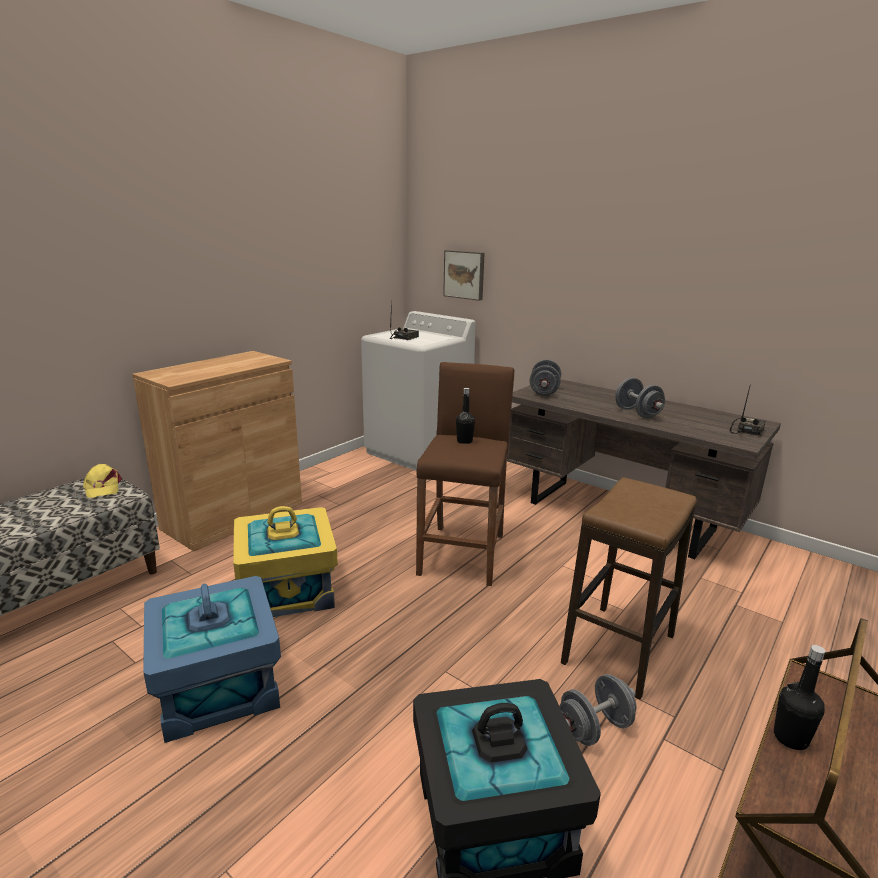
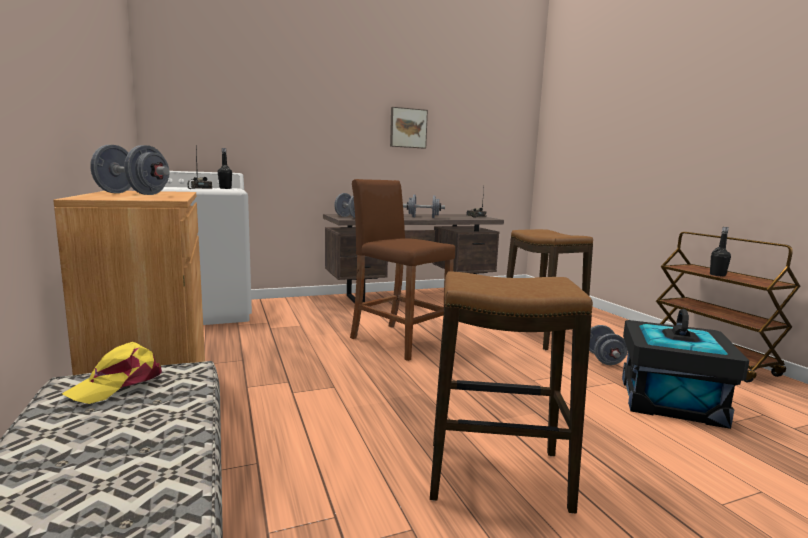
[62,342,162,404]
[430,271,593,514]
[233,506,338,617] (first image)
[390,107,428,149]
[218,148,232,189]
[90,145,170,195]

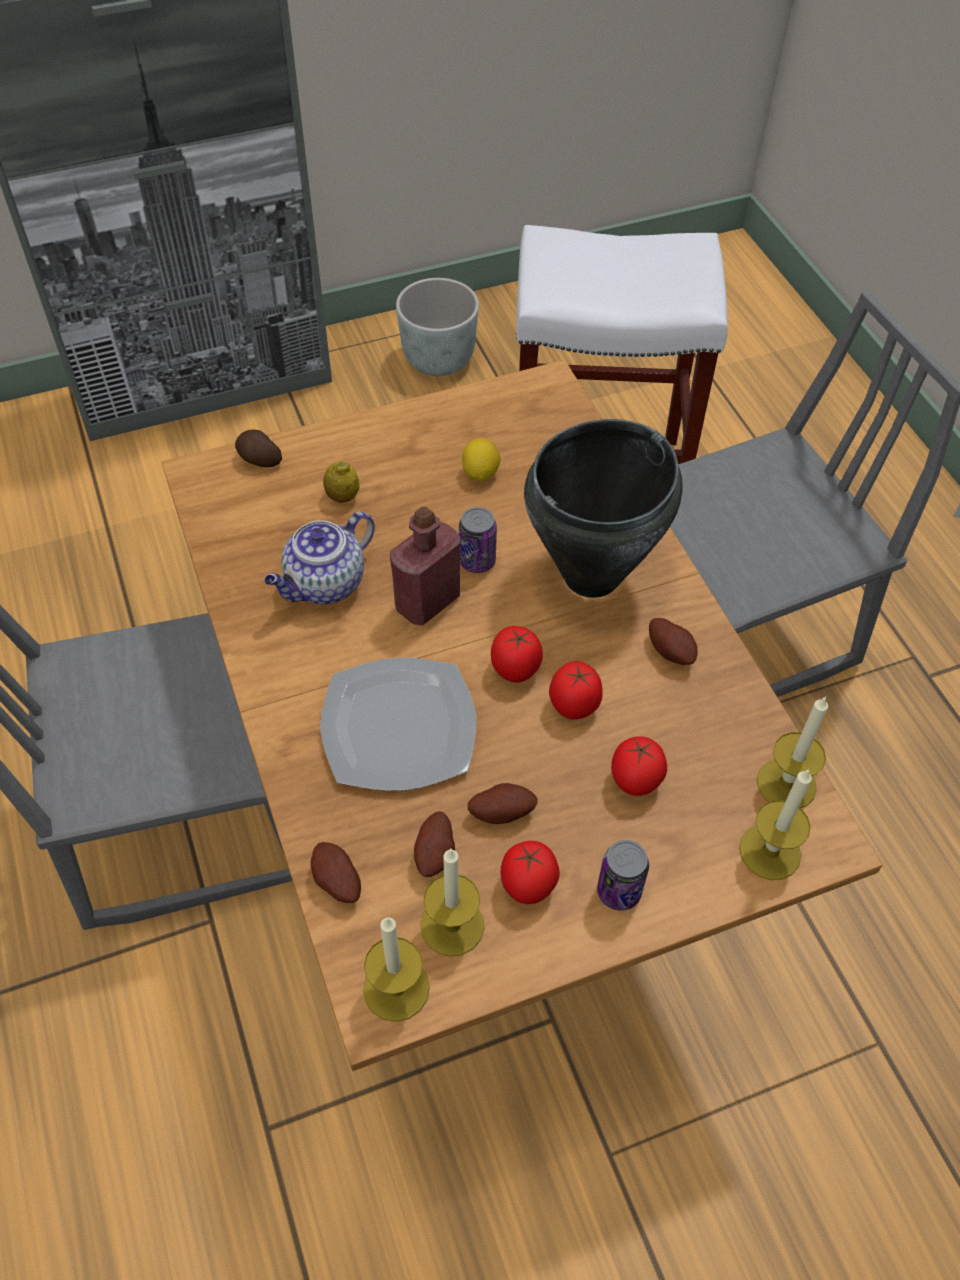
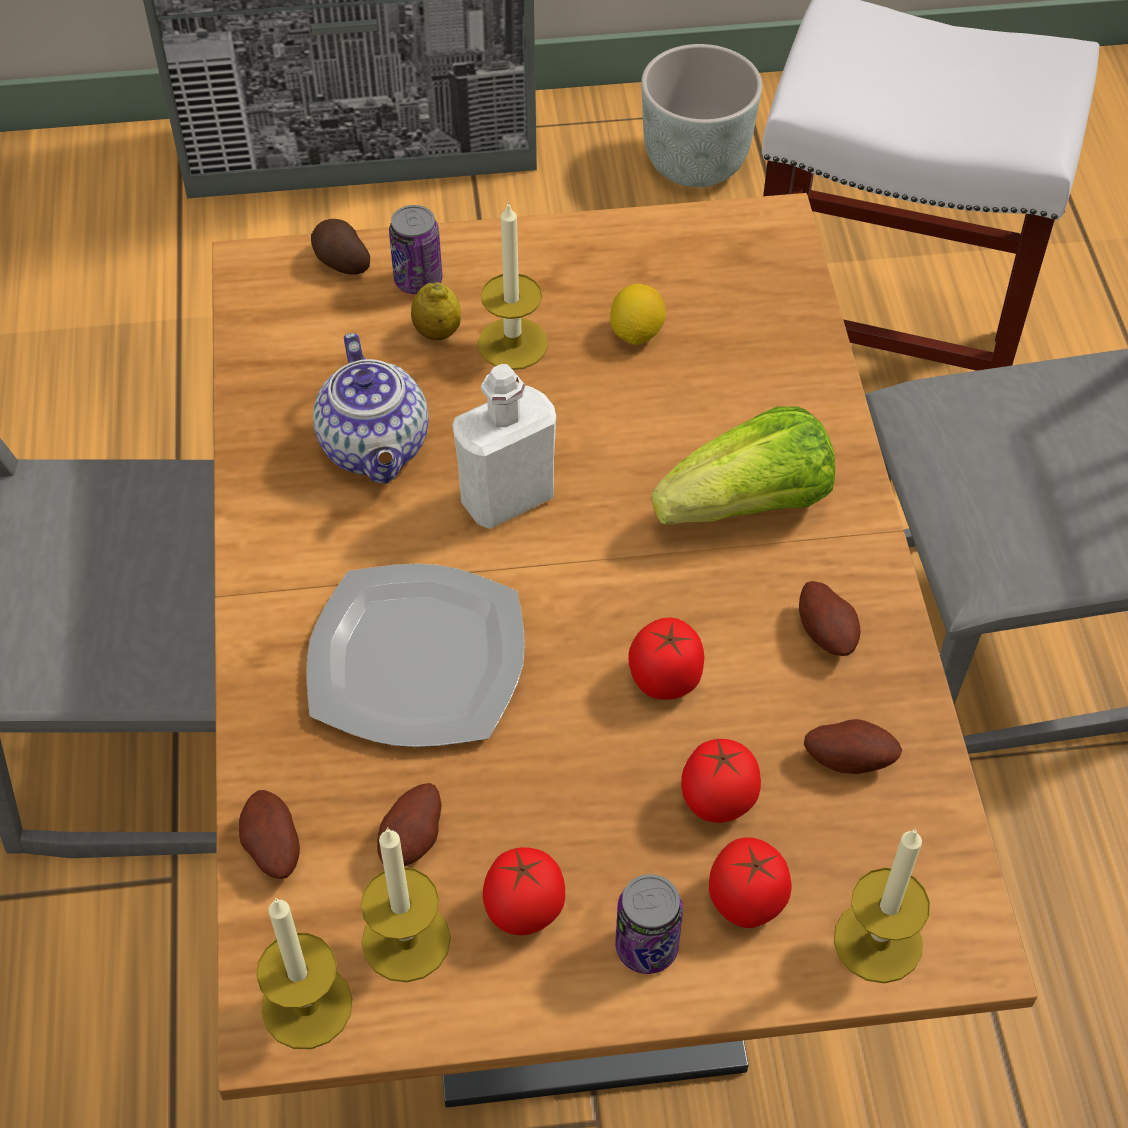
[313,333,429,484]
[453,364,556,529]
[389,205,443,295]
[804,719,902,774]
[709,837,792,928]
[652,406,835,524]
[478,201,548,370]

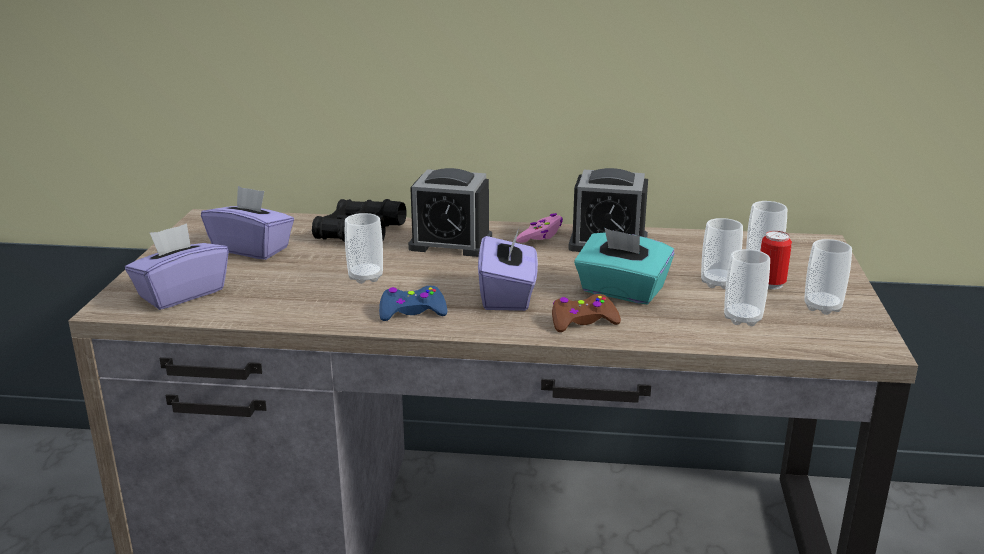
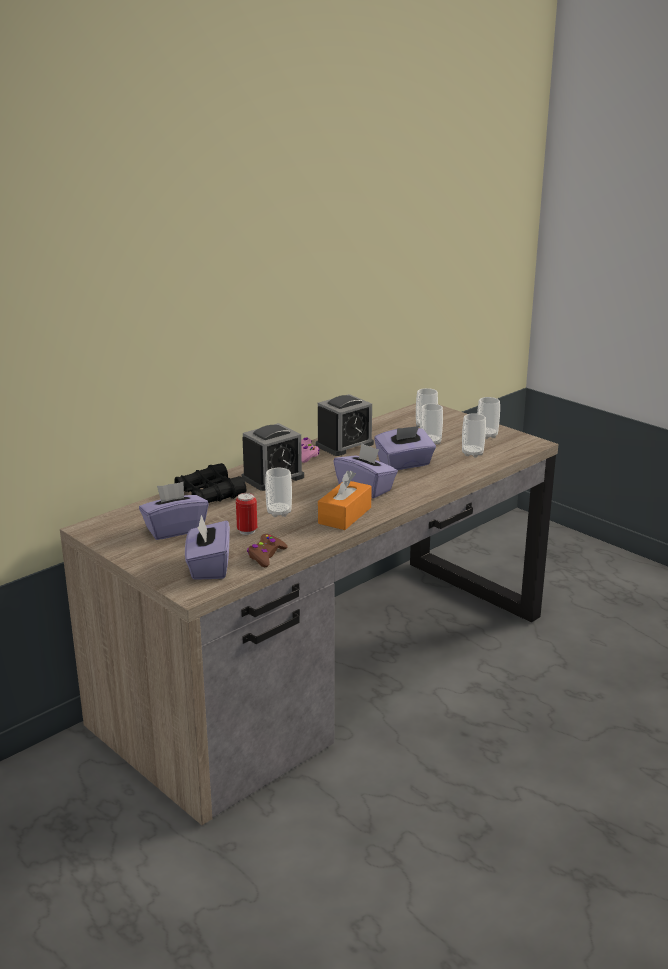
[318,471,372,530]
[247,534,288,567]
[374,426,436,470]
[236,493,257,535]

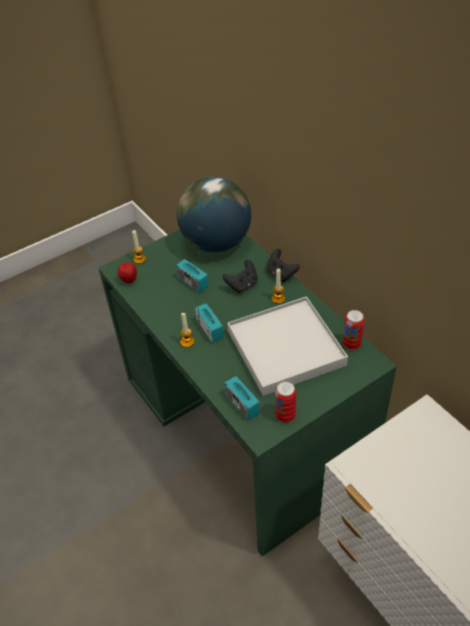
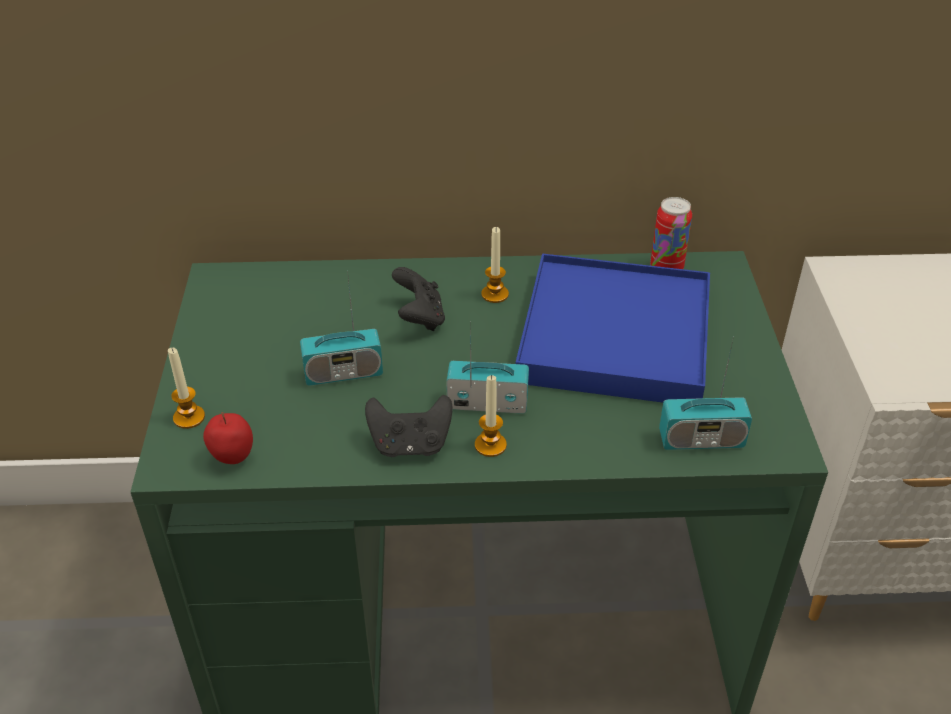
[177,177,251,252] (first image)
[516,254,710,403]
[365,395,453,457]
[275,381,296,423] (first image)

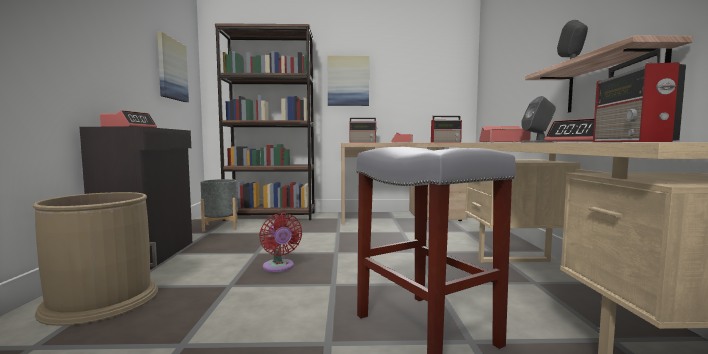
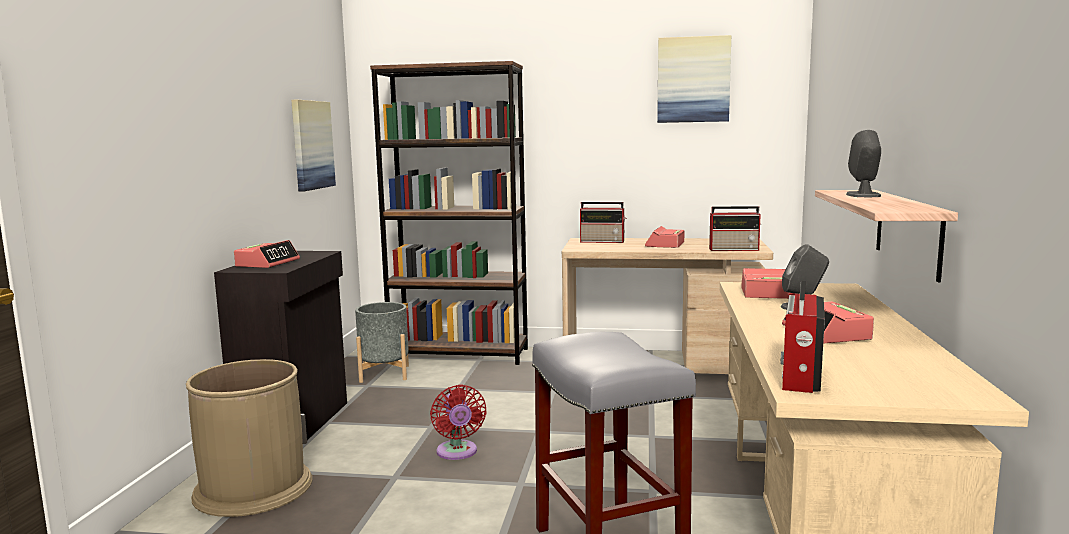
[657,35,731,123]

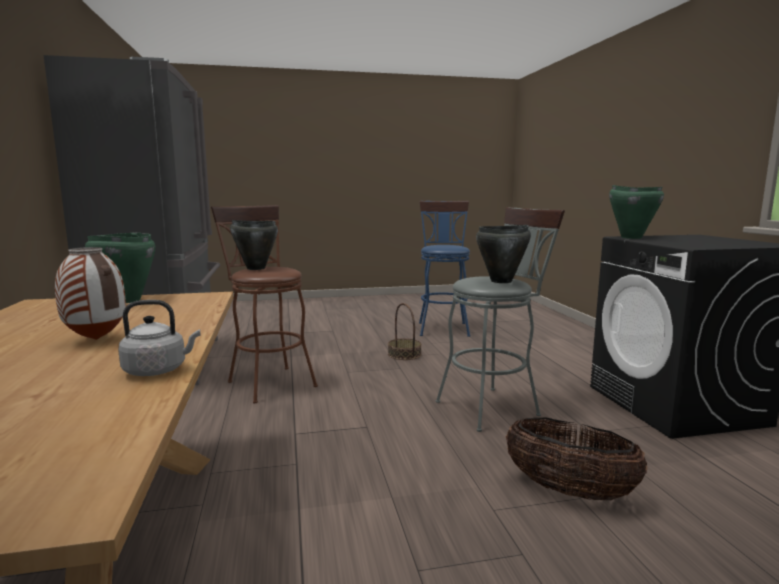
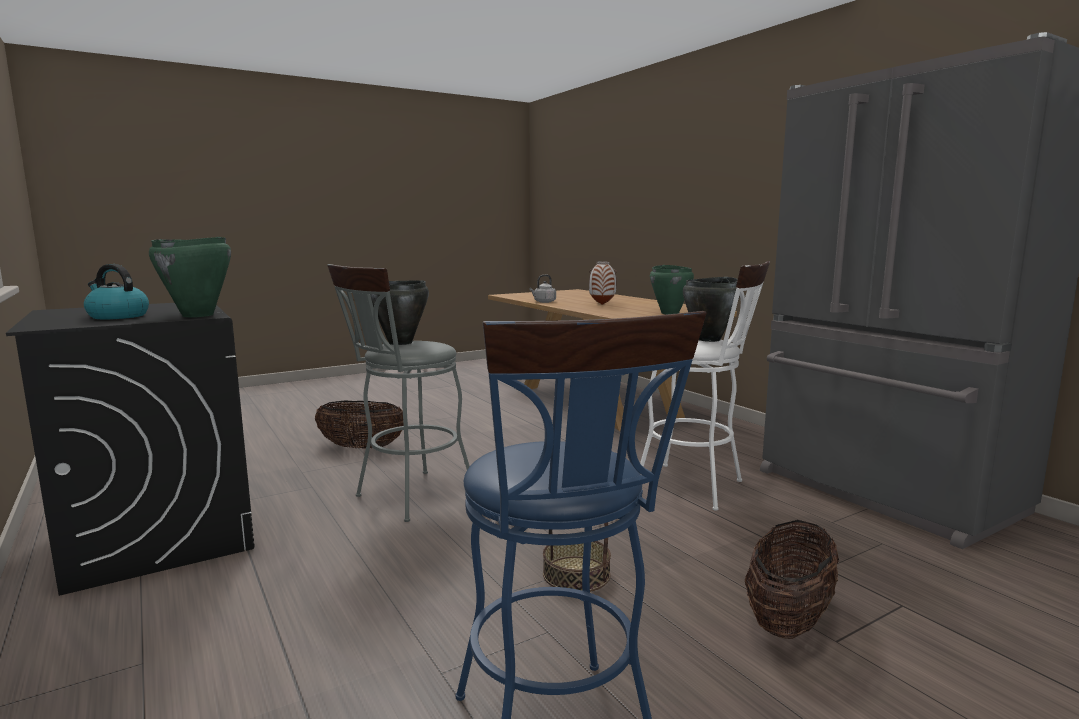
[640,261,770,511]
[84,264,149,319]
[745,520,839,639]

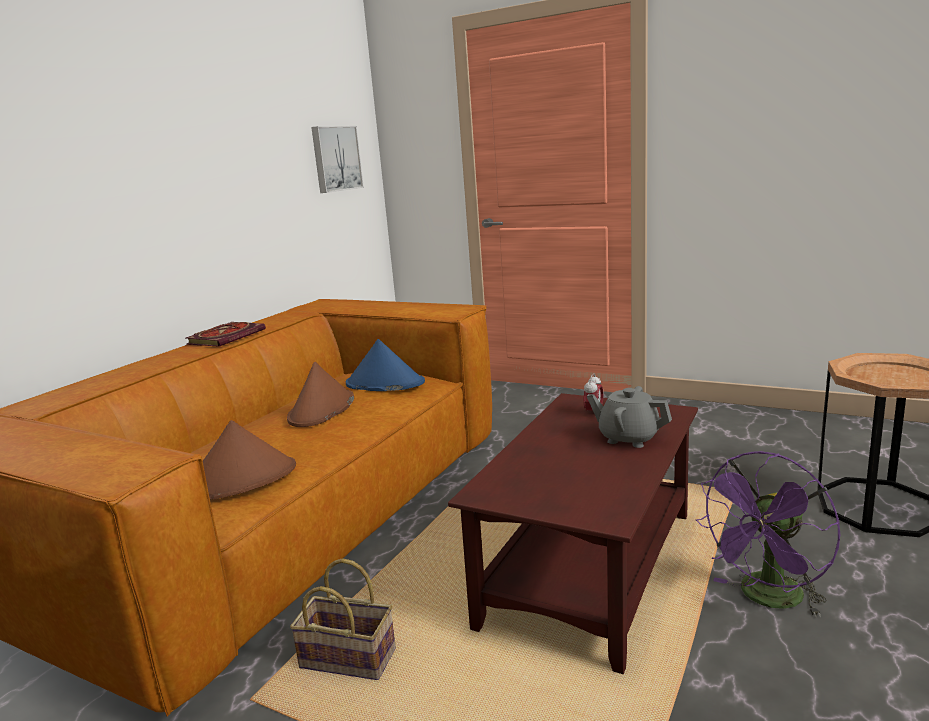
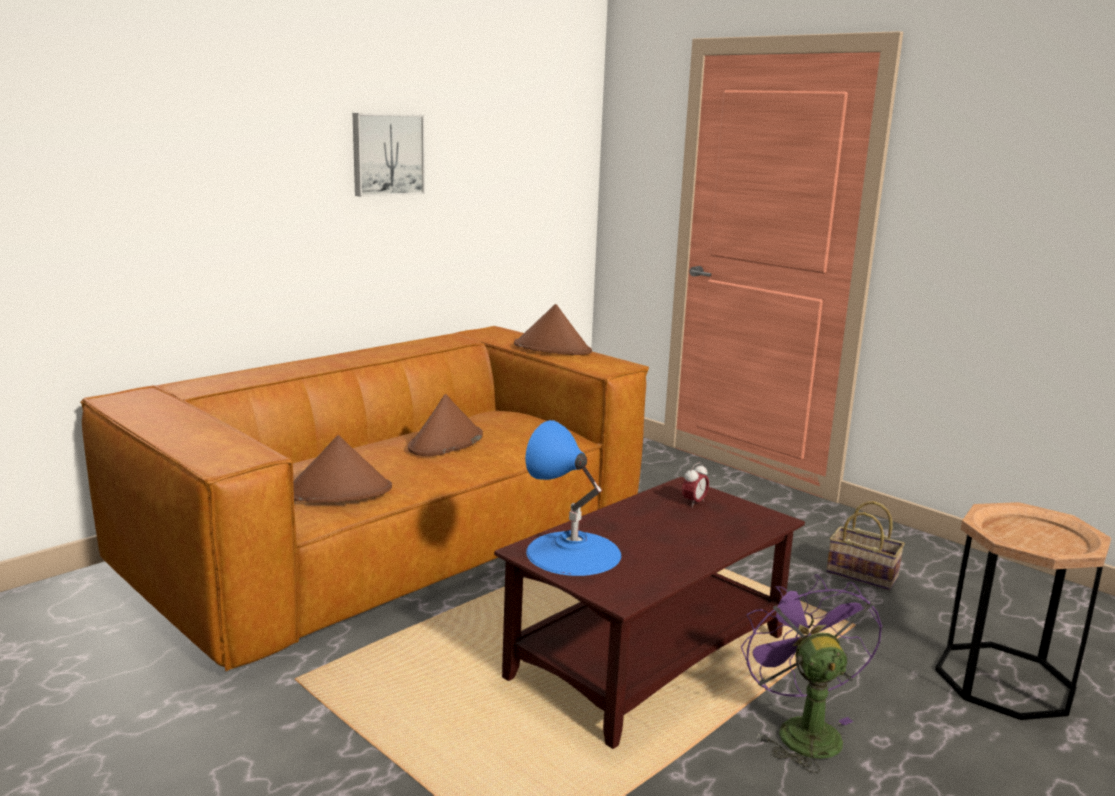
[186,322,266,347] (first image)
[826,501,905,590]
[353,113,425,197]
[346,339,425,391] (first image)
[587,386,672,448] (first image)
[741,574,882,773]
[514,304,592,355]
[525,420,621,576]

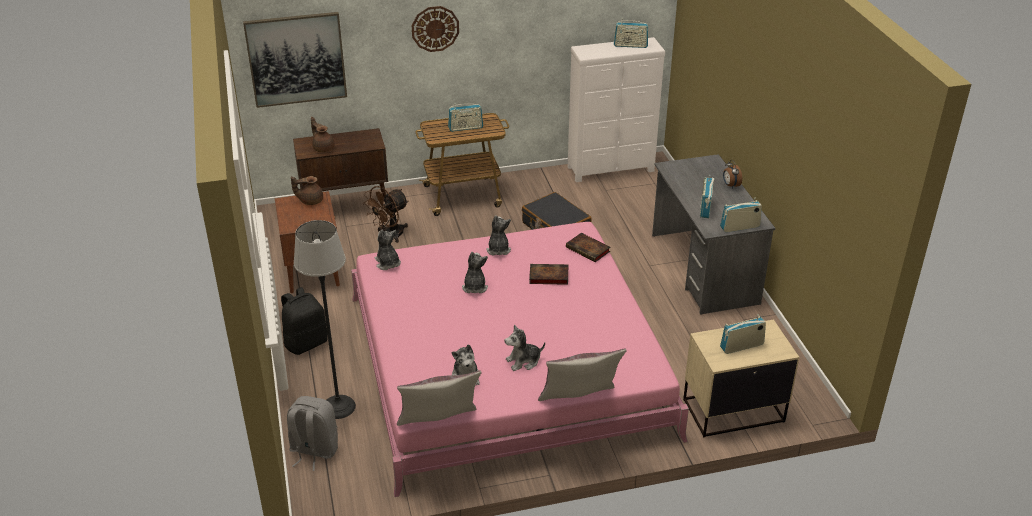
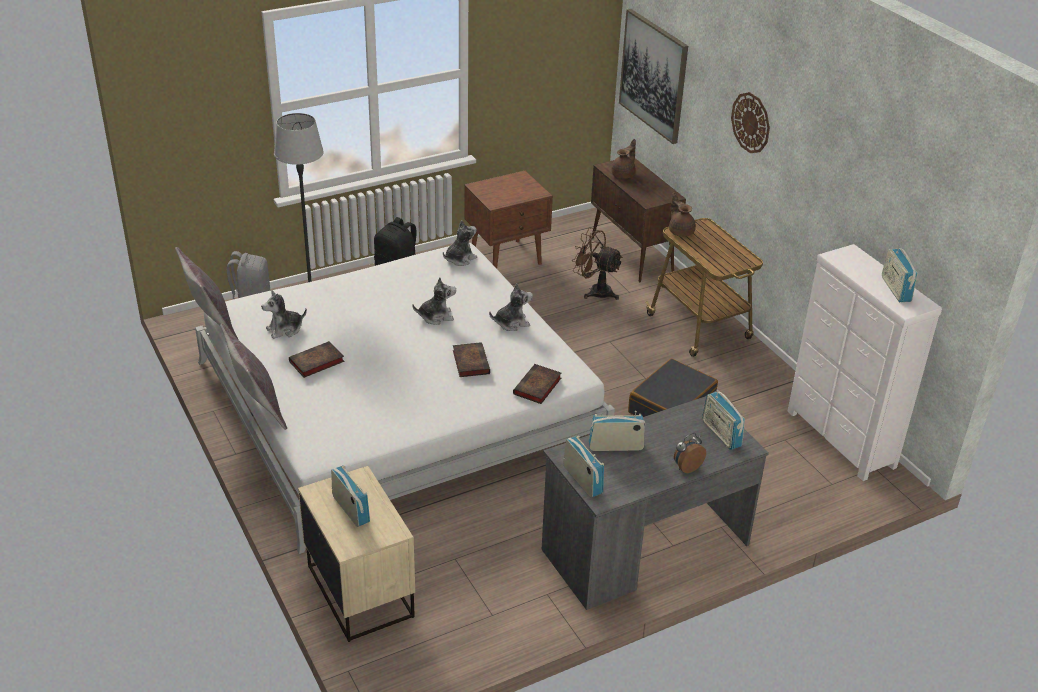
[669,192,696,237]
[195,243,615,554]
[702,390,745,450]
[289,341,344,378]

